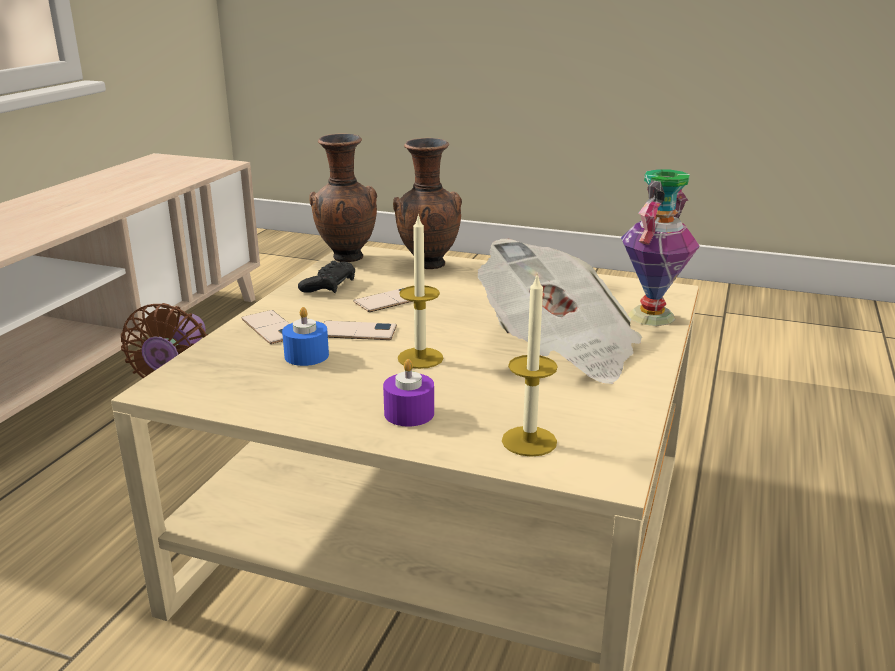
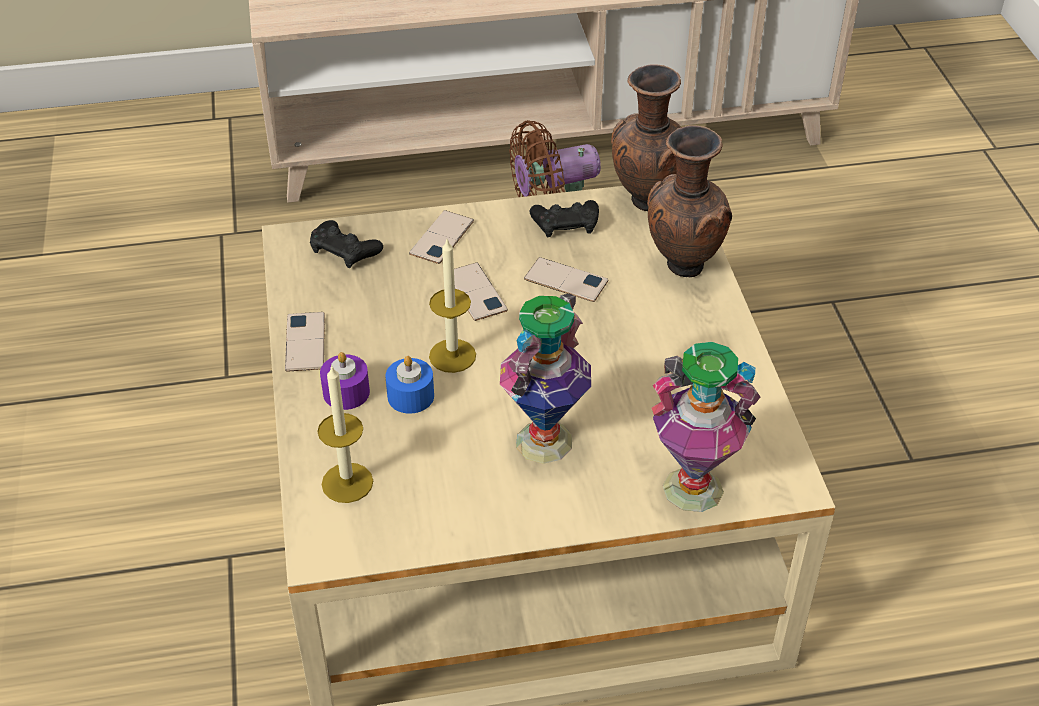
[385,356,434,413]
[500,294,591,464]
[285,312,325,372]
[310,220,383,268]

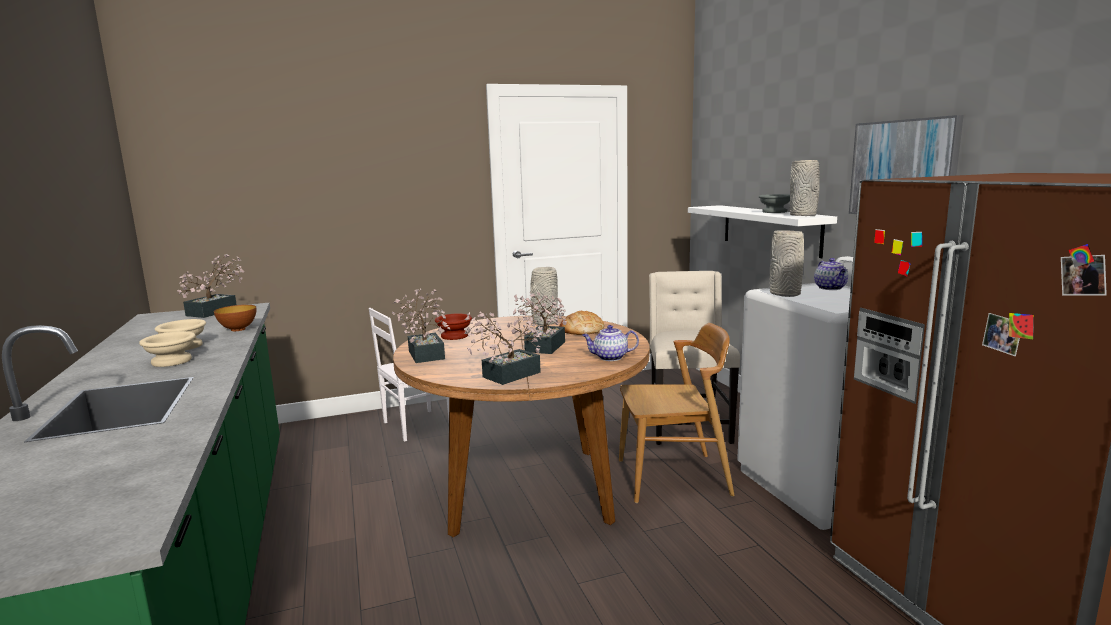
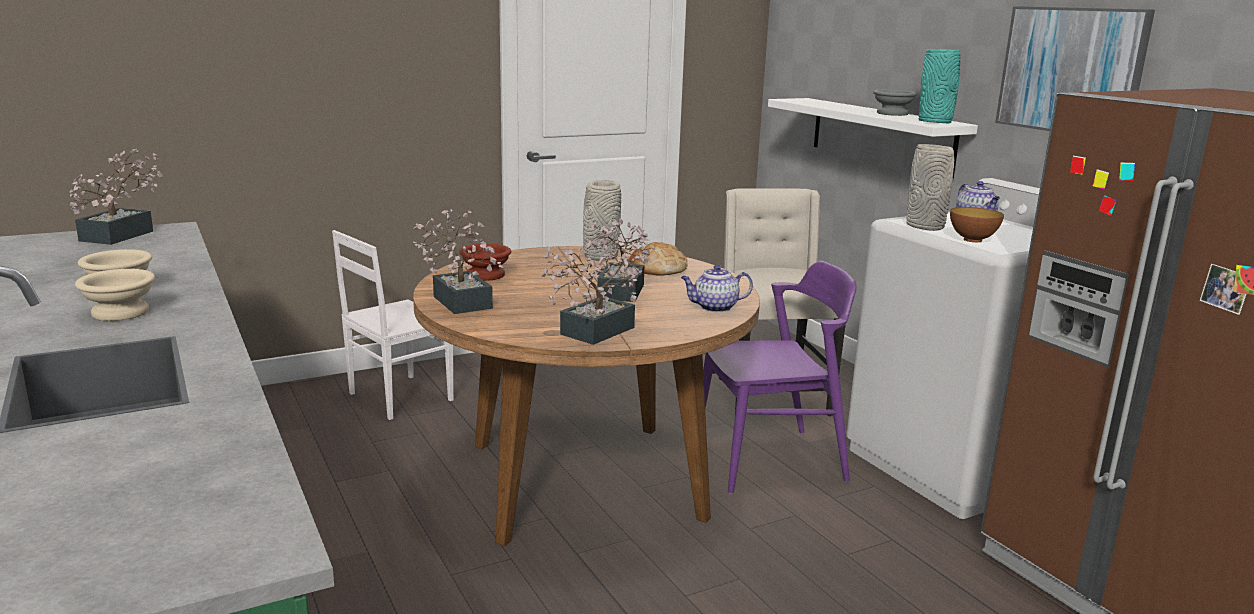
[950,207,1004,242]
[703,261,856,494]
[919,49,960,123]

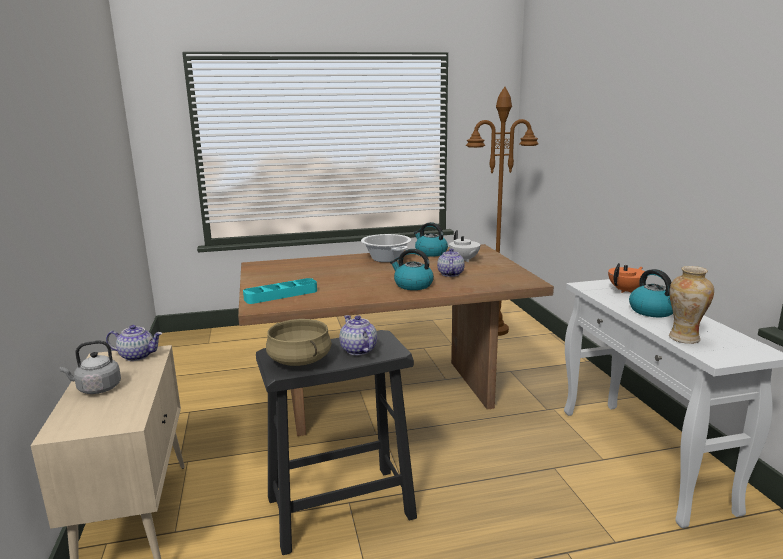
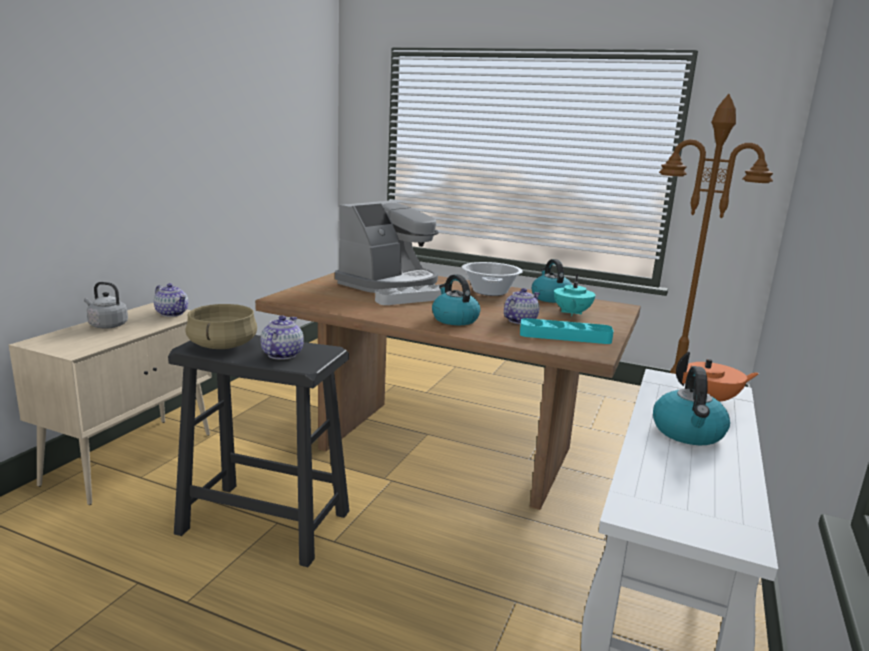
[520,318,614,344]
[554,274,595,316]
[669,266,714,344] (first image)
[335,200,438,293]
[375,285,442,305]

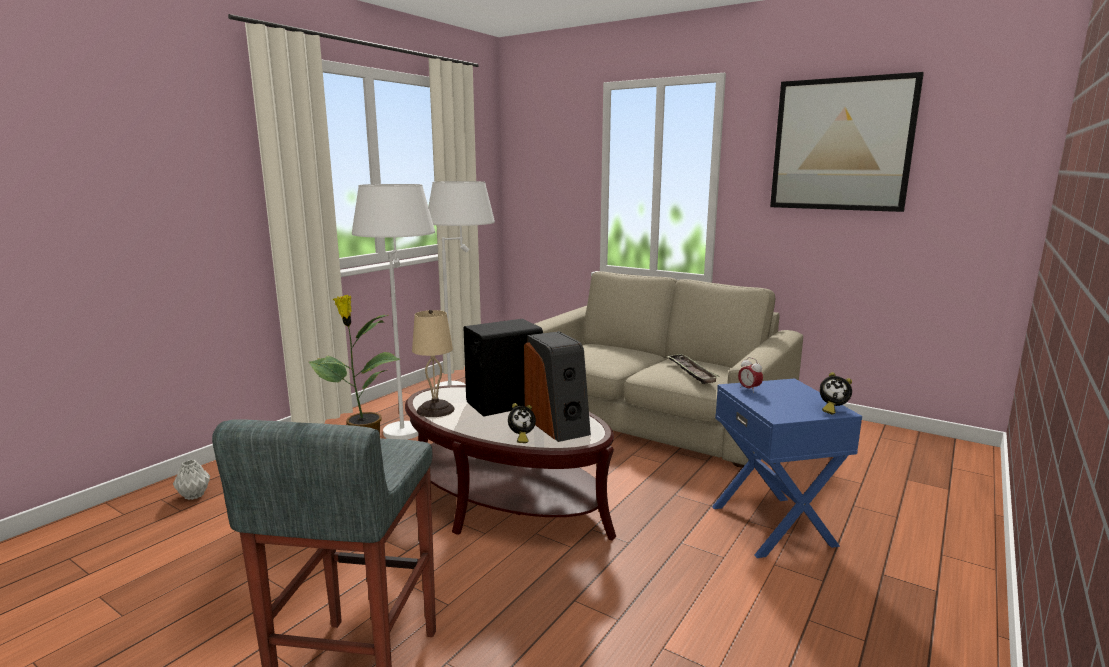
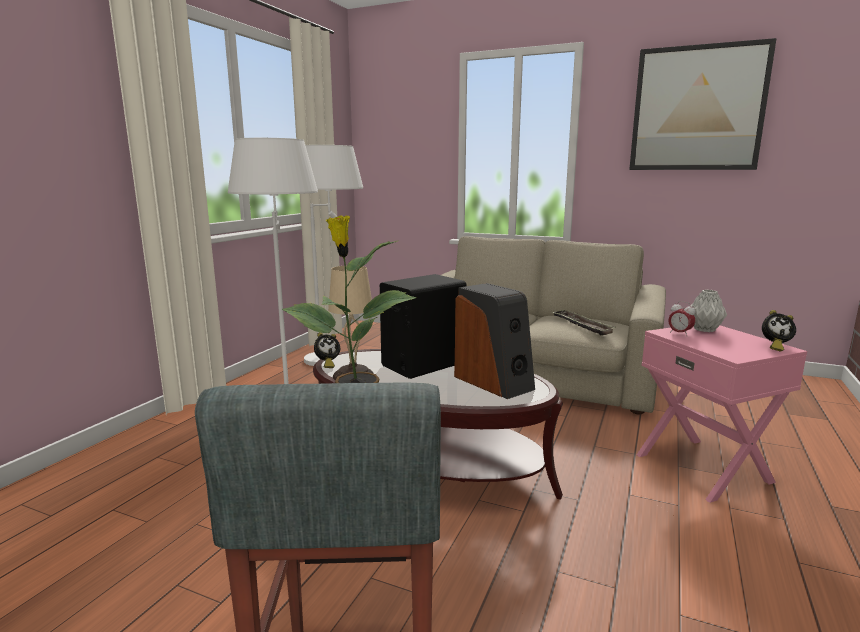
[691,290,727,332]
[314,332,340,368]
[637,326,807,503]

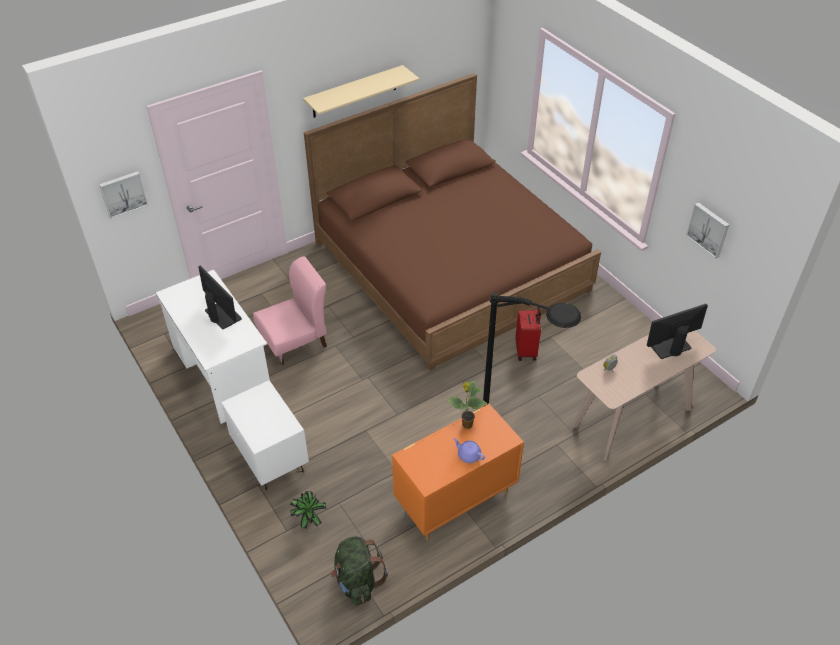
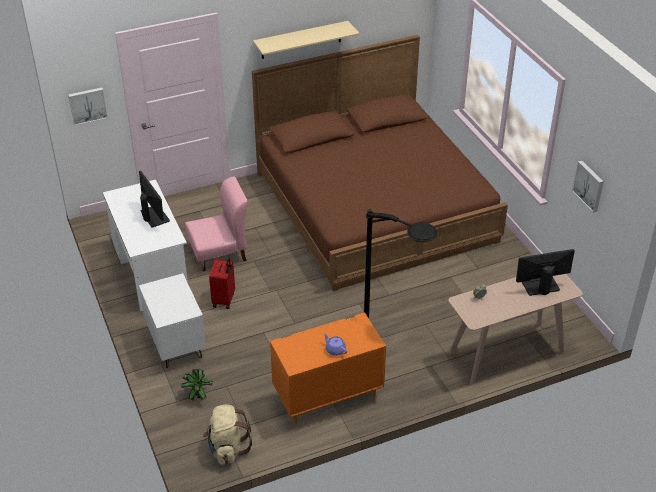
[203,405,252,465]
[446,380,488,429] (first image)
[209,257,235,309]

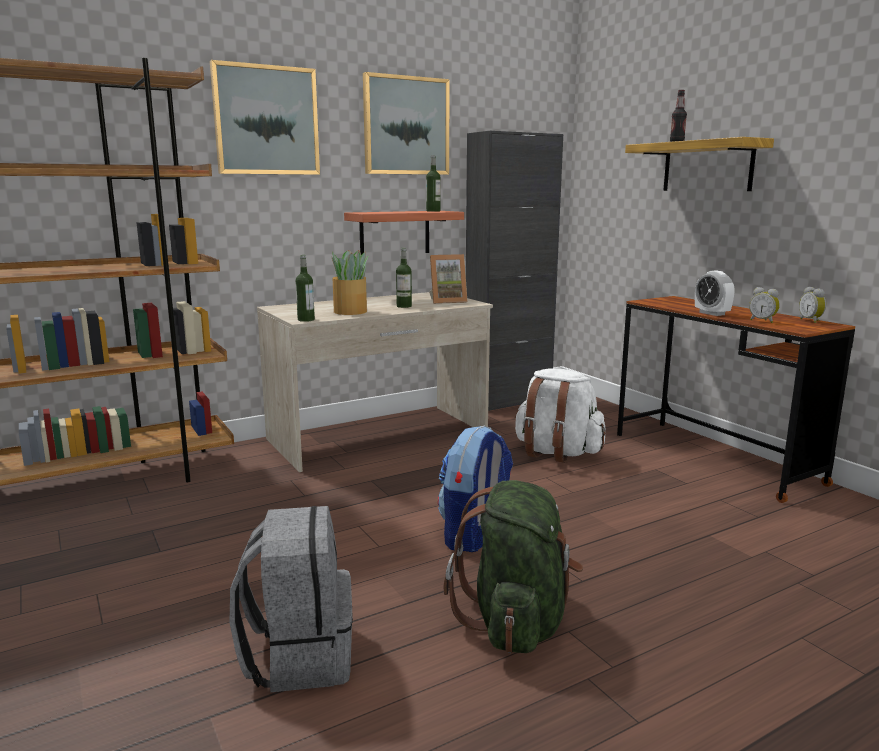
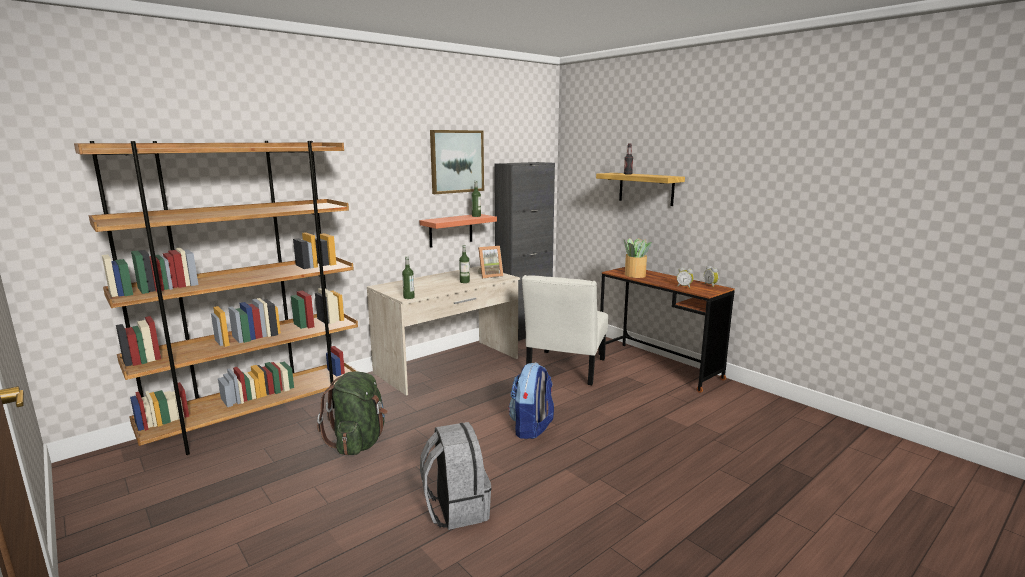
[210,60,320,175] (first image)
[624,238,652,278]
[317,371,388,456]
[522,275,608,385]
[695,271,734,316] (first image)

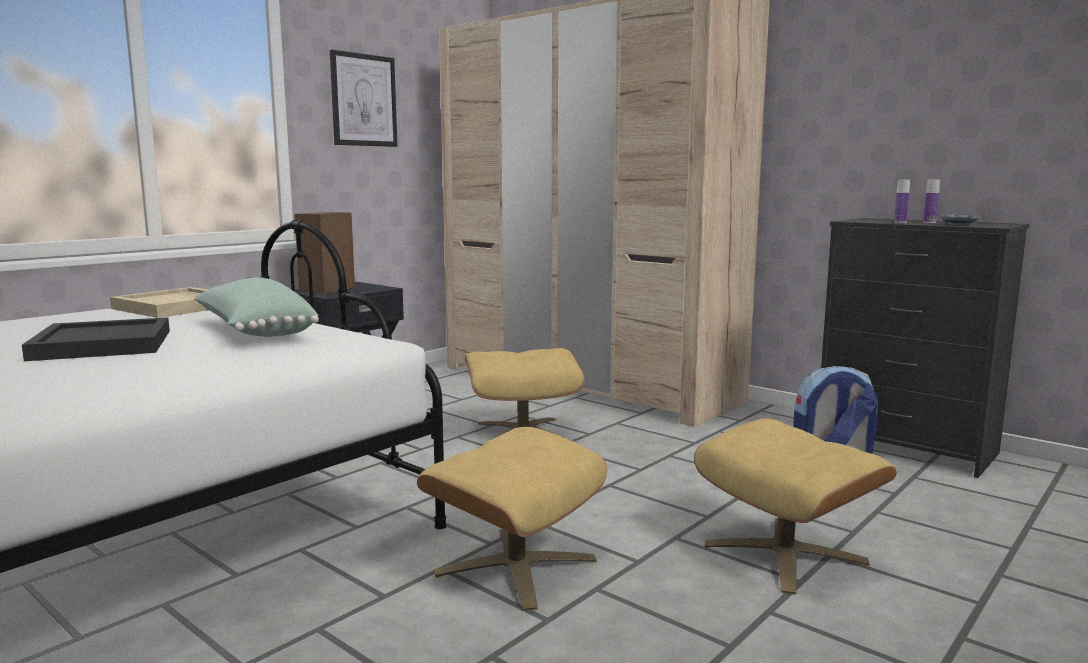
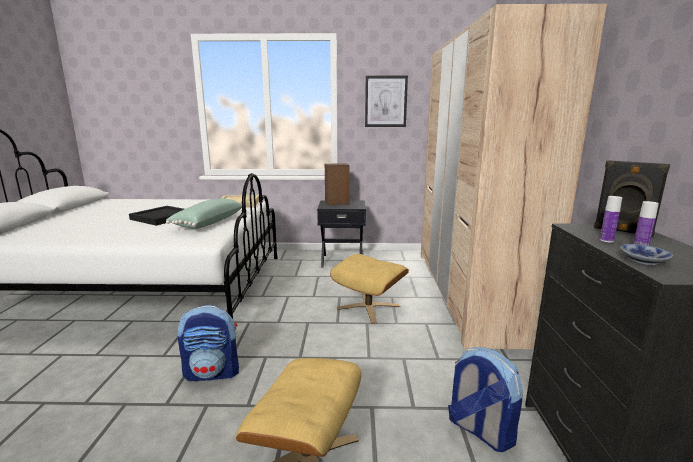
[178,305,239,381]
[594,160,670,237]

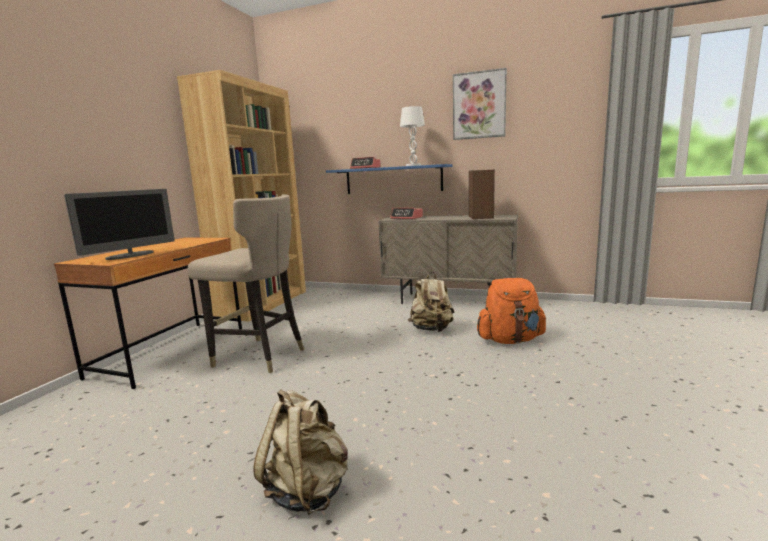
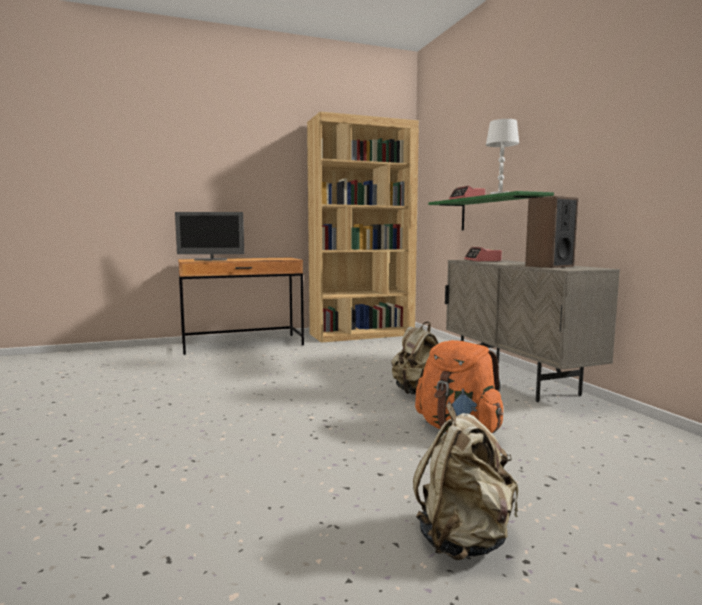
[188,194,304,373] (first image)
[413,403,518,560]
[428,191,554,230]
[453,68,507,140] (first image)

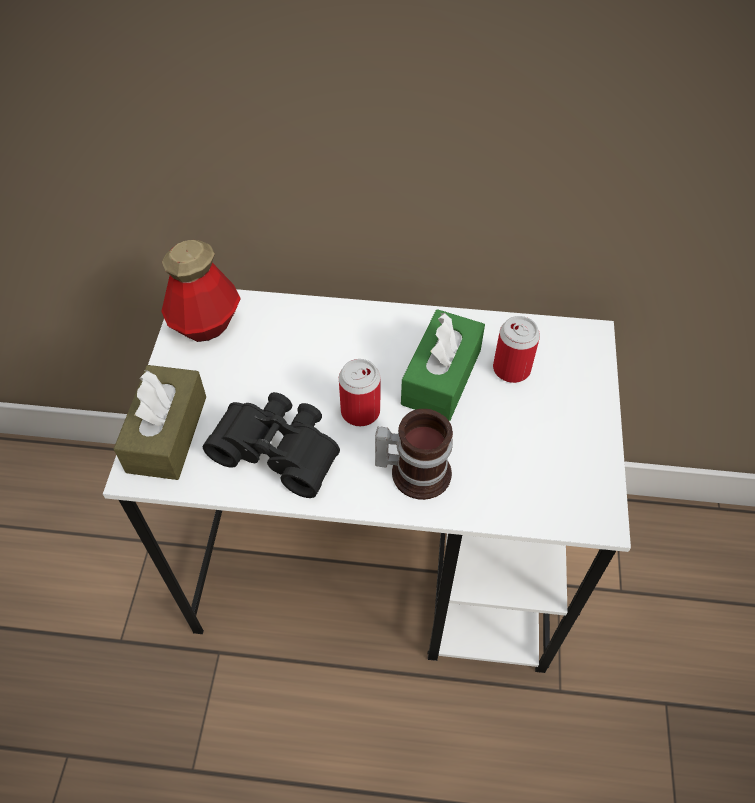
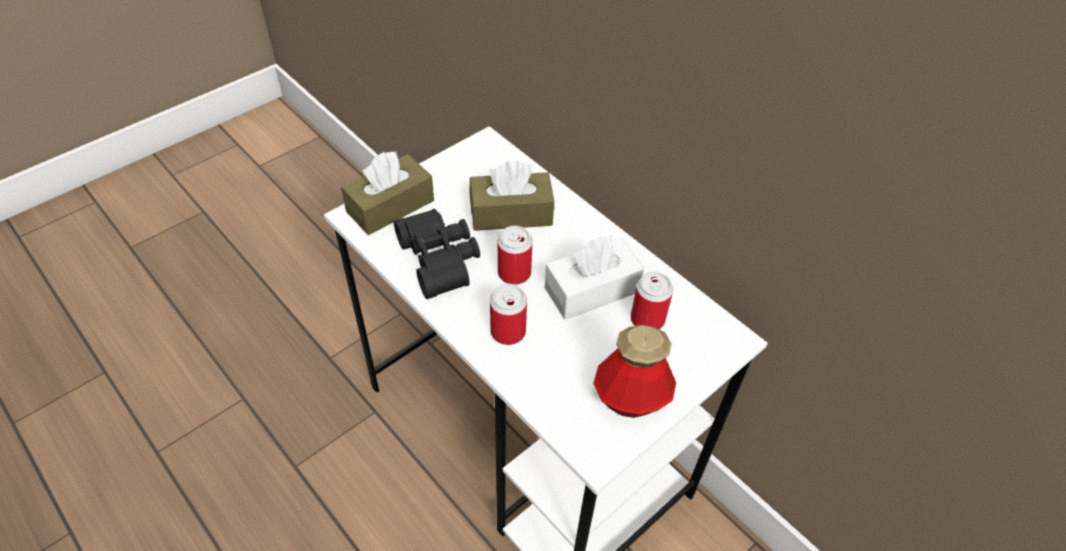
[593,325,676,418]
[490,284,527,345]
[545,236,644,320]
[469,160,554,231]

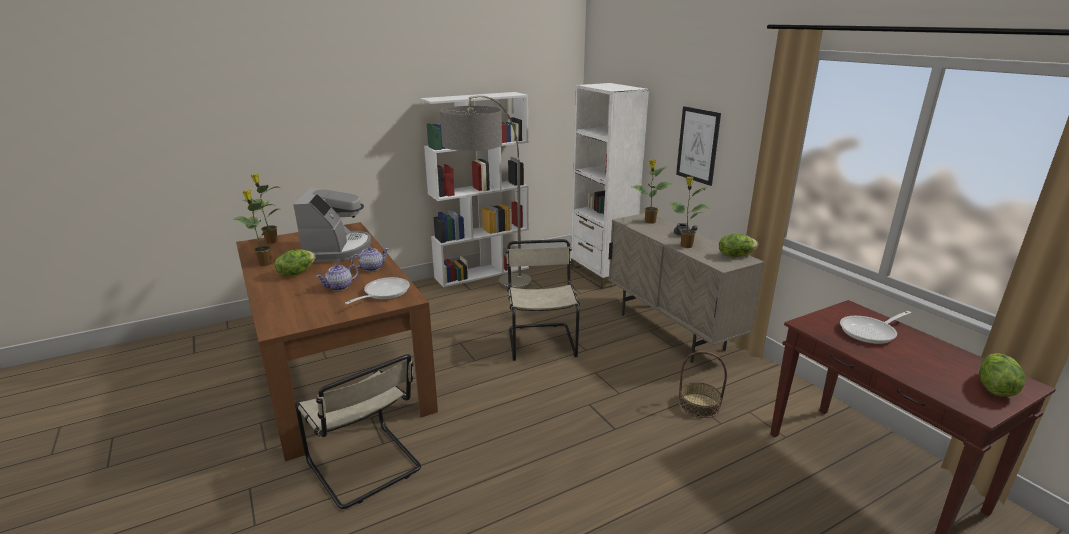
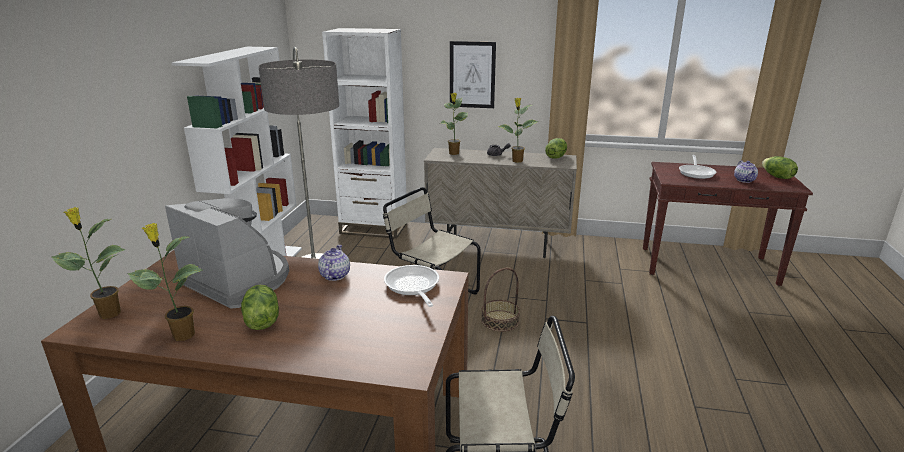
[734,160,758,183]
[481,268,520,332]

